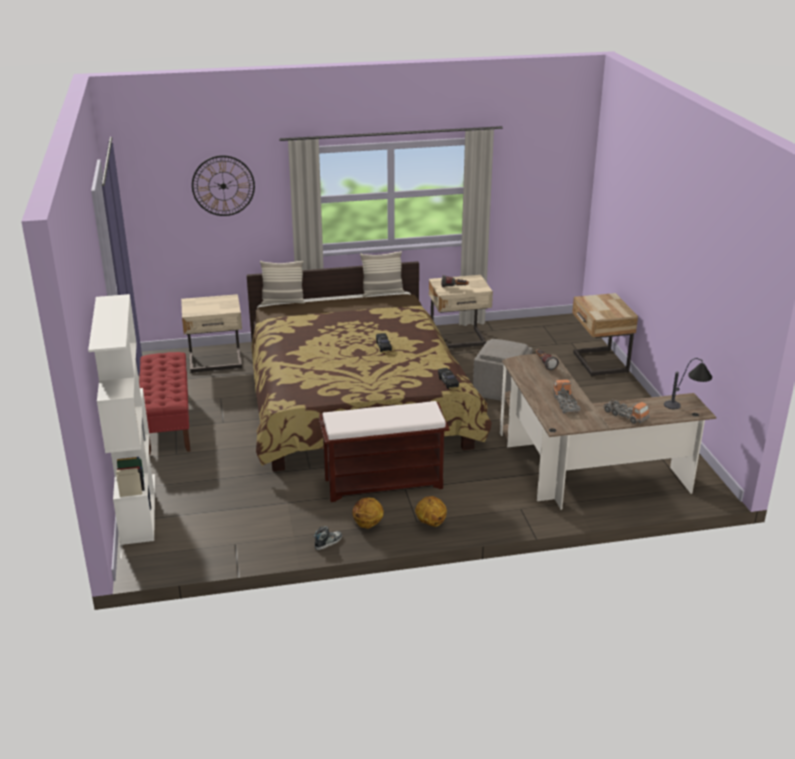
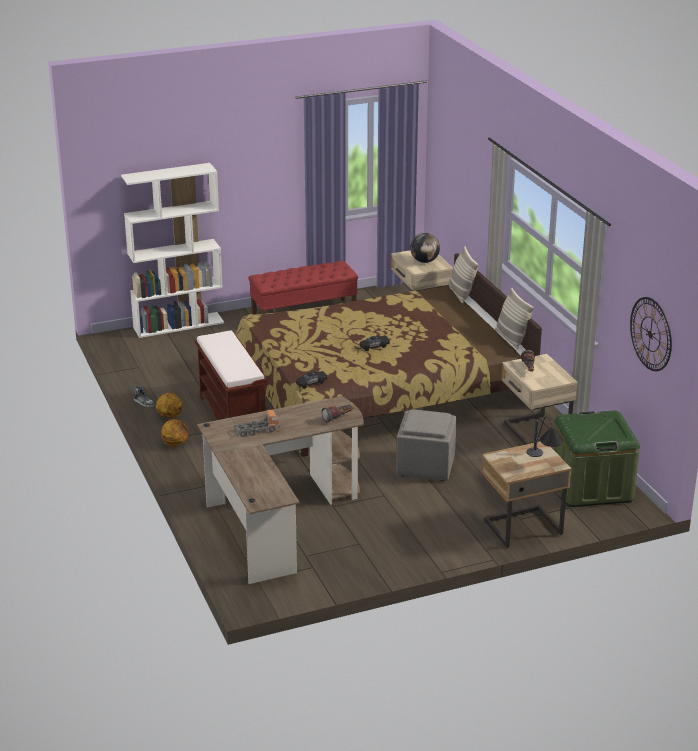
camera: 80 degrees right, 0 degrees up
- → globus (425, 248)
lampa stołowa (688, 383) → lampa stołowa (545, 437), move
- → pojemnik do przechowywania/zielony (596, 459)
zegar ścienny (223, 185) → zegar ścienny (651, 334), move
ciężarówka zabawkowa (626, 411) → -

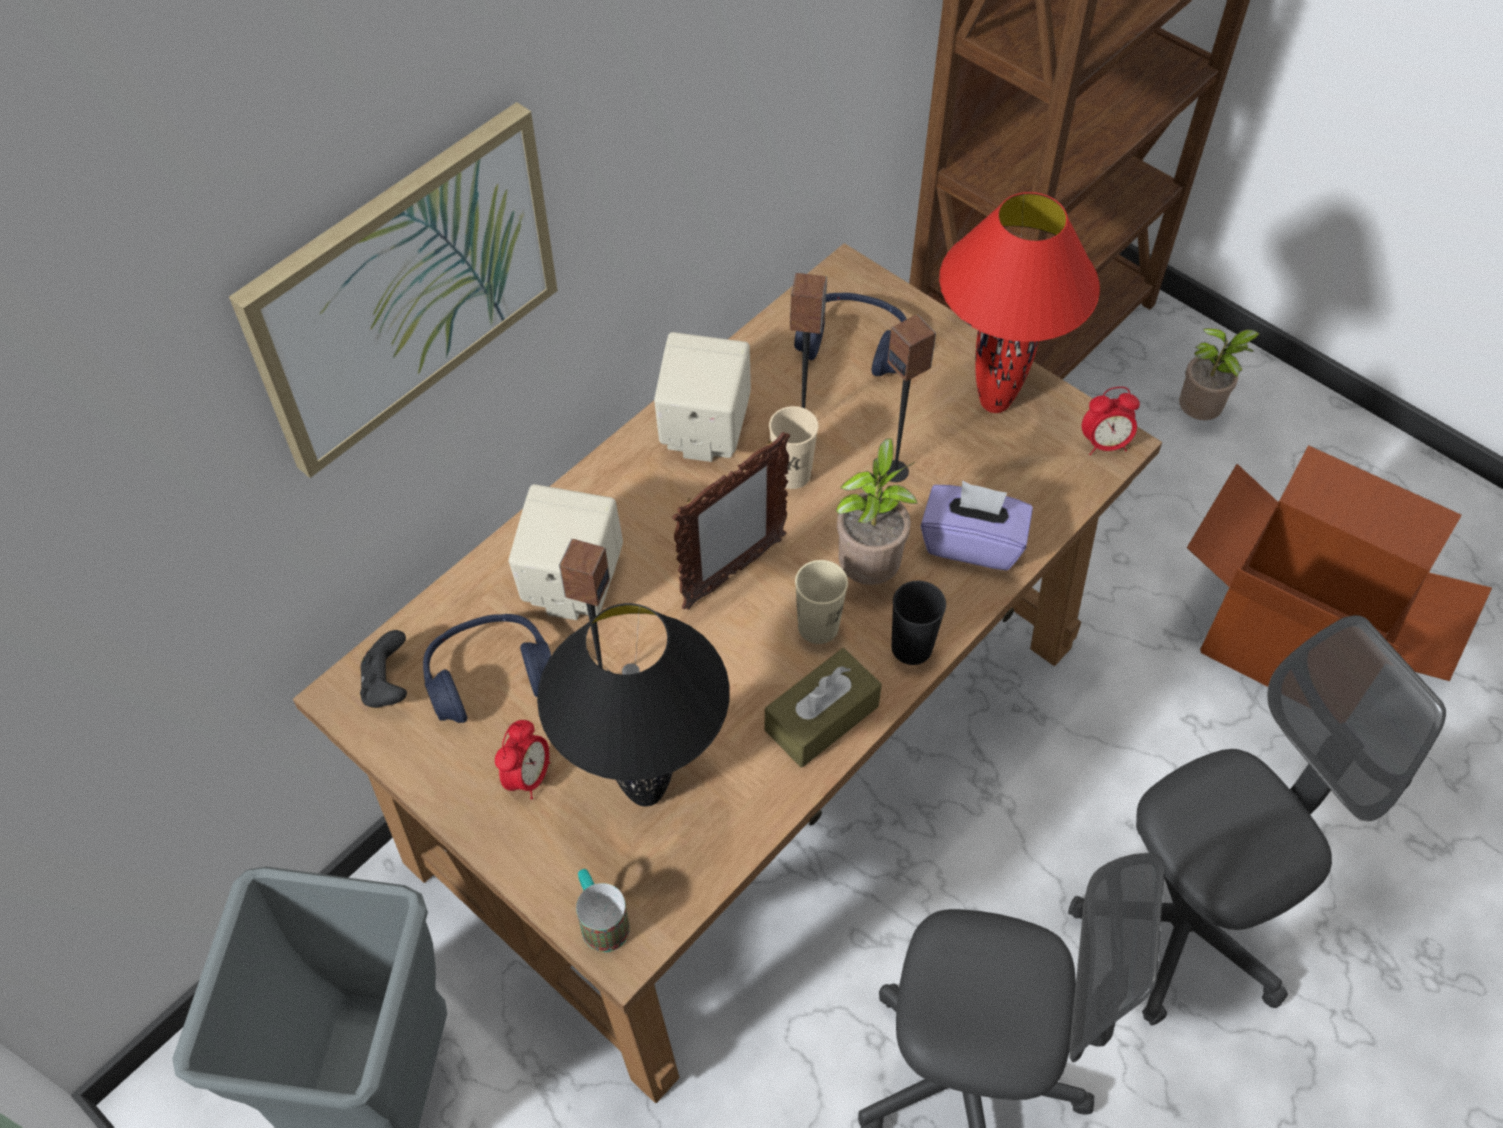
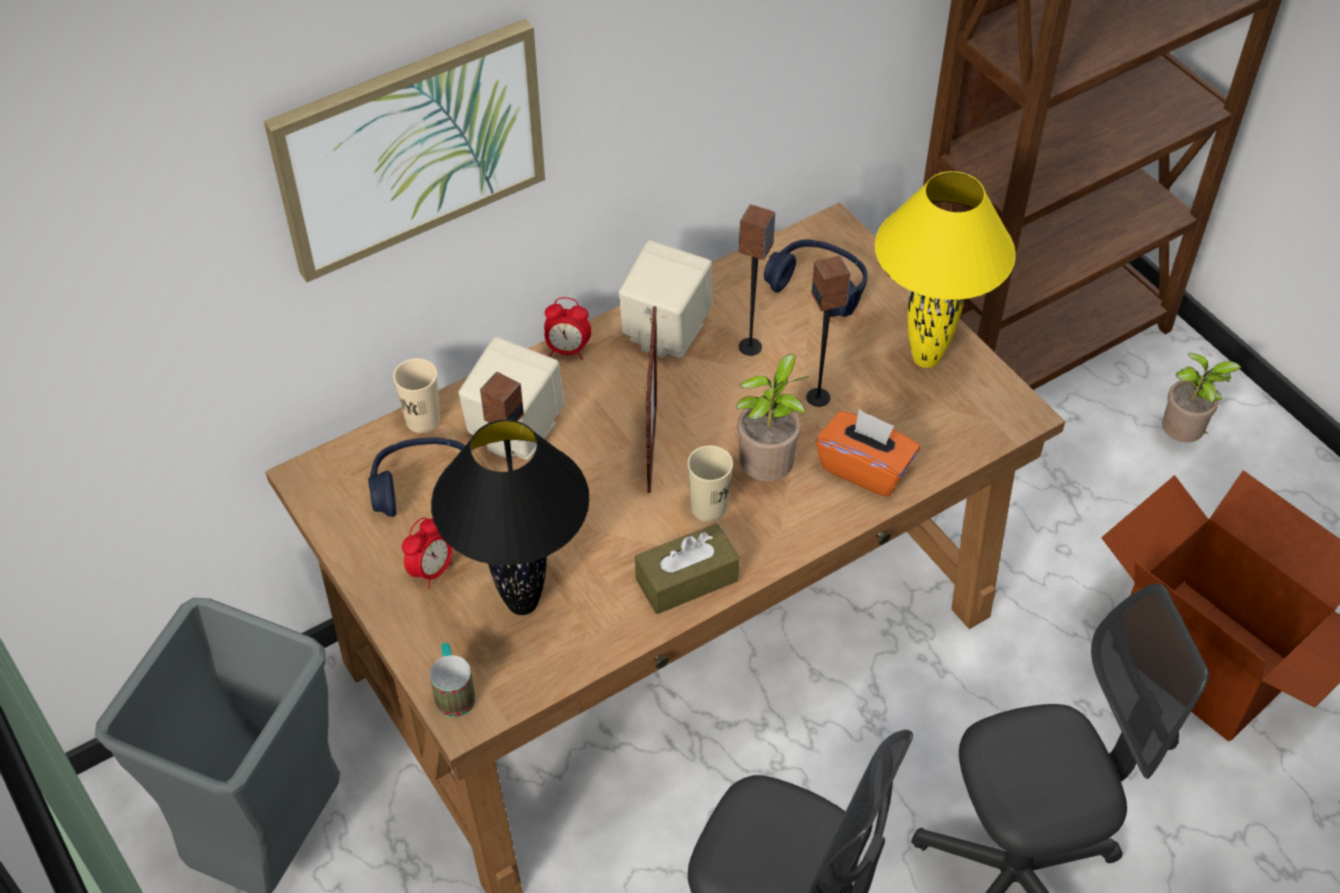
camera: 15 degrees right, 5 degrees down
filiżanka/beżowy (793, 447) → filiżanka/beżowy (416, 395), move
budzik (1111, 421) → budzik (567, 328), move
ramka na zdjęcie (731, 520) → ramka na zdjęcie (651, 399), 60 degrees counterclockwise
pudełko chusteczek/fioletowy (977, 525) → pudełko chusteczek/pomarańczowy (868, 453)
lampa stołowa/czerwony (1019, 302) → lampa stołowa/żółty (945, 269)
pad do gier/czarny (383, 669) → -
filiżanka/czarny (918, 623) → -

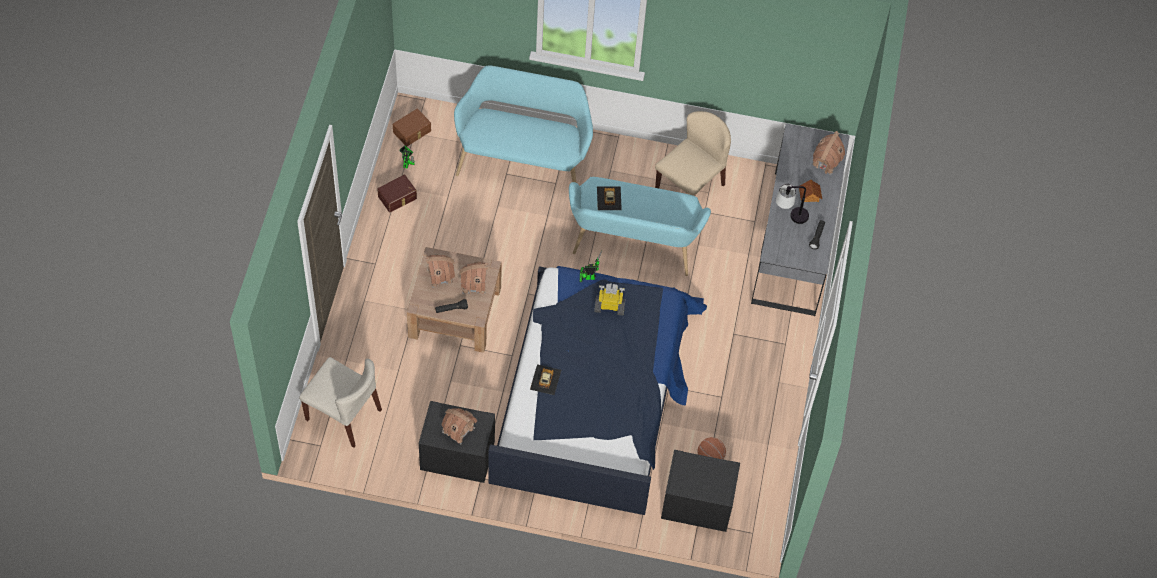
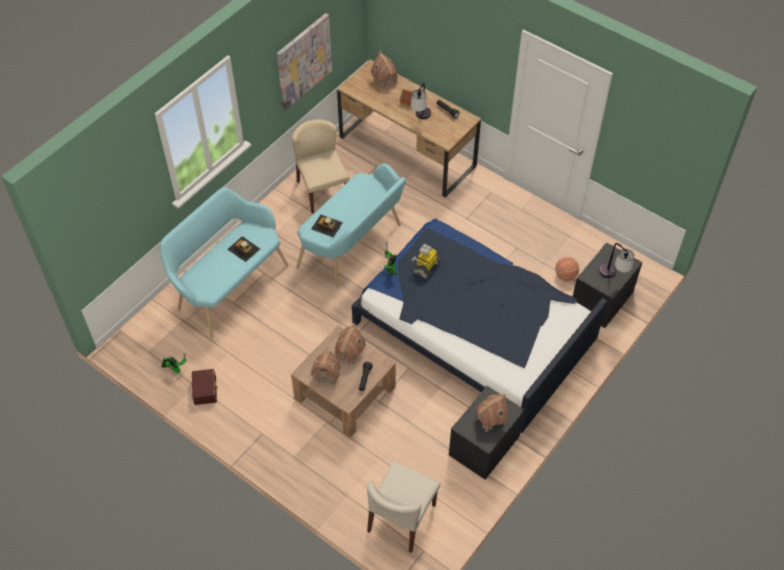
camera: 60 degrees left, 5 degrees down
samochodzik (545, 379) → samochodzik (244, 249), move
- → obraz (304, 61)
biurko/szary (800, 220) → biurko/brązowy (409, 128)
krzesło/beżowy (340, 402) → krzesło/beżowy (403, 507), 150 degrees clockwise
- → lampa stołowa (616, 260)
pojemnik do przechowywania/brązowy (412, 127) → -

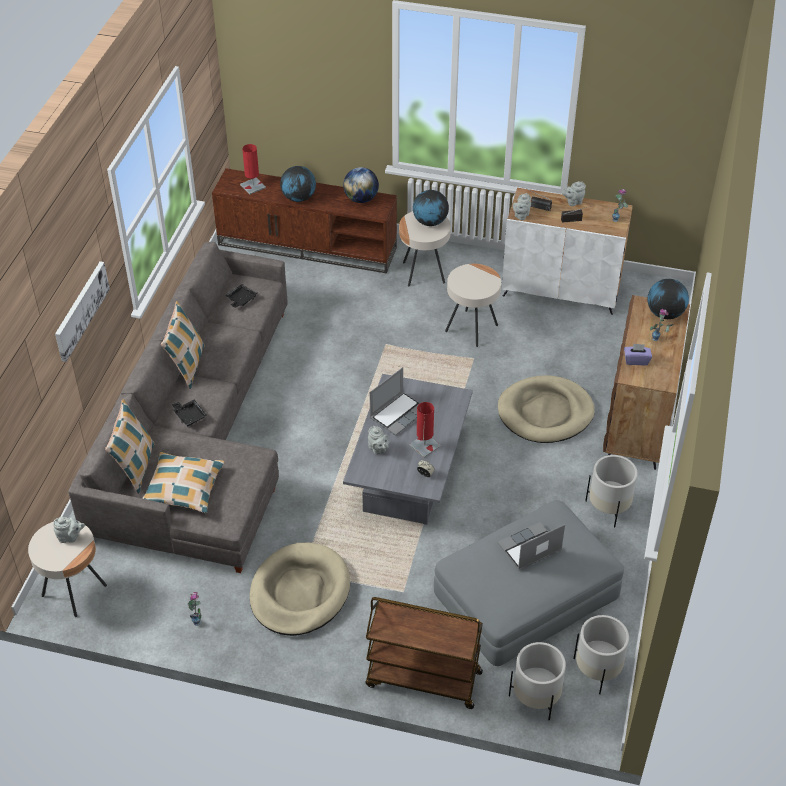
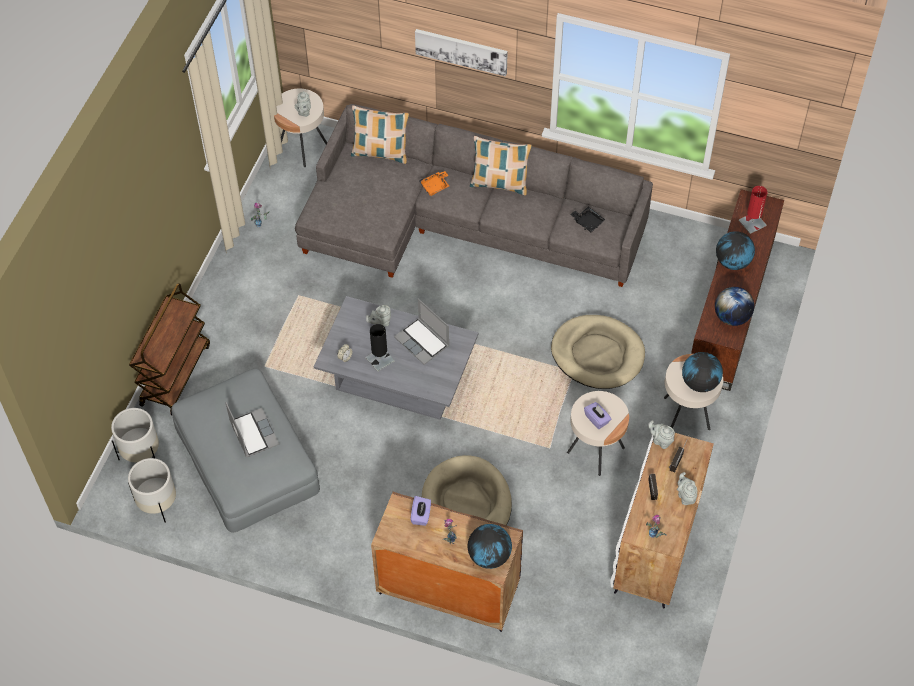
camera: 95 degrees right, 10 degrees up
lampa stołowa/czerwony (424, 430) → lampa stołowa/czarny (380, 348)
taca/czarny (189, 413) → taca/pomarańczowy (434, 183)
legowisko/beżowy (300, 589) → legowisko/beżowy (598, 352), move
- → pudełko chusteczek/fioletowy (597, 415)
poduszka (183, 482) → -
donica/biały (611, 491) → -

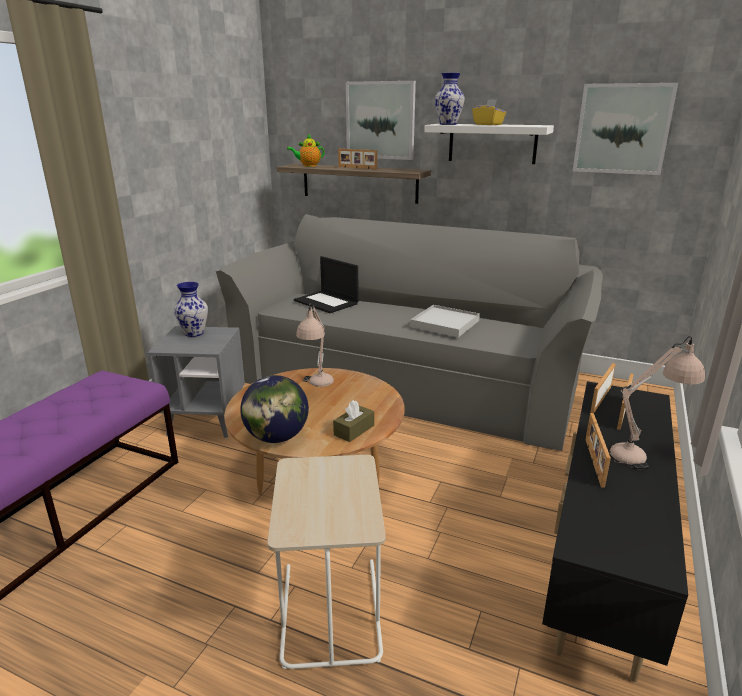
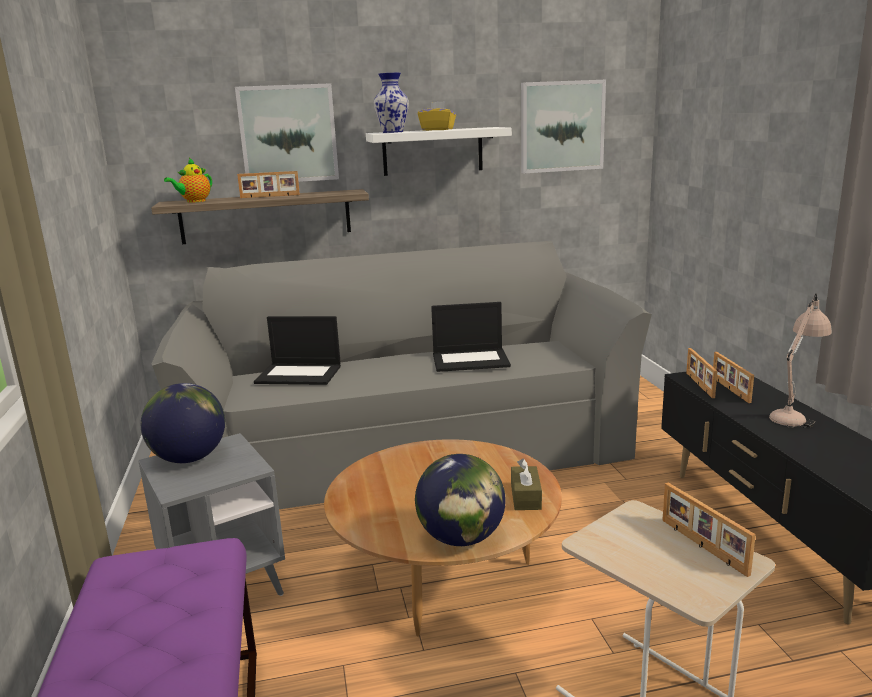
camera: 35 degrees left, 5 degrees down
wazon (191, 309) → globus (183, 423)
taca/biały (445, 321) → laptop (471, 337)
ramka na zdjęcie (598, 450) → ramka na zdjęcie (709, 529), move
lampa stołowa/beżowy (315, 345) → -

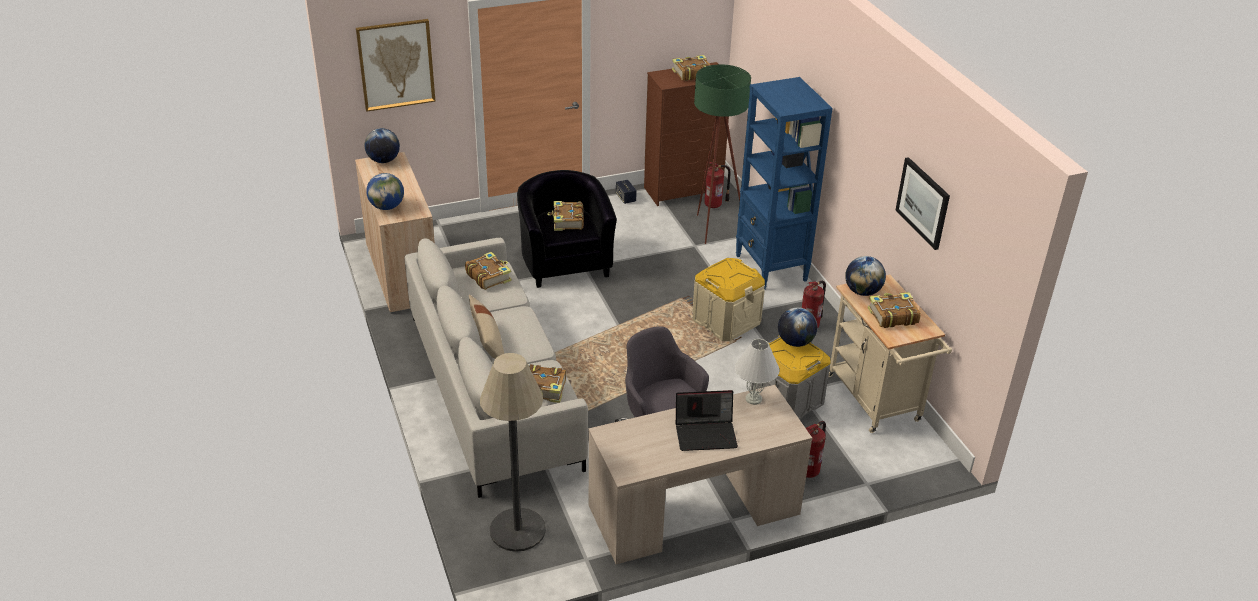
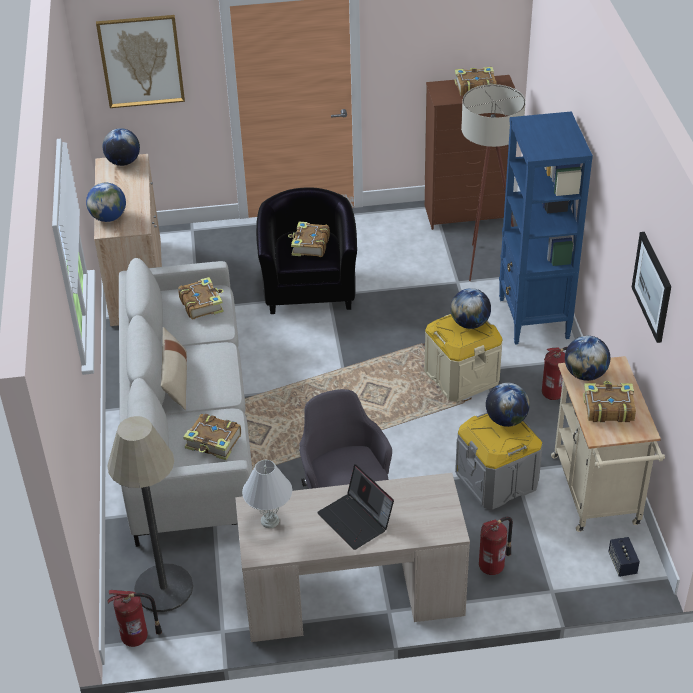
camera: 15 degrees right, 5 degrees up
gaśnica (717, 185) → gaśnica (134, 618), move
lampa stołowa/biały (757, 372) → lampa stołowa/biały (267, 494), move
laptop (707, 420) → laptop (355, 507), 45 degrees clockwise
- → globus (470, 308)
lampa stojąca/zielony (722, 154) → lampa stojąca/beżowy (493, 182)
głośnik (626, 192) → głośnik (624, 557), move

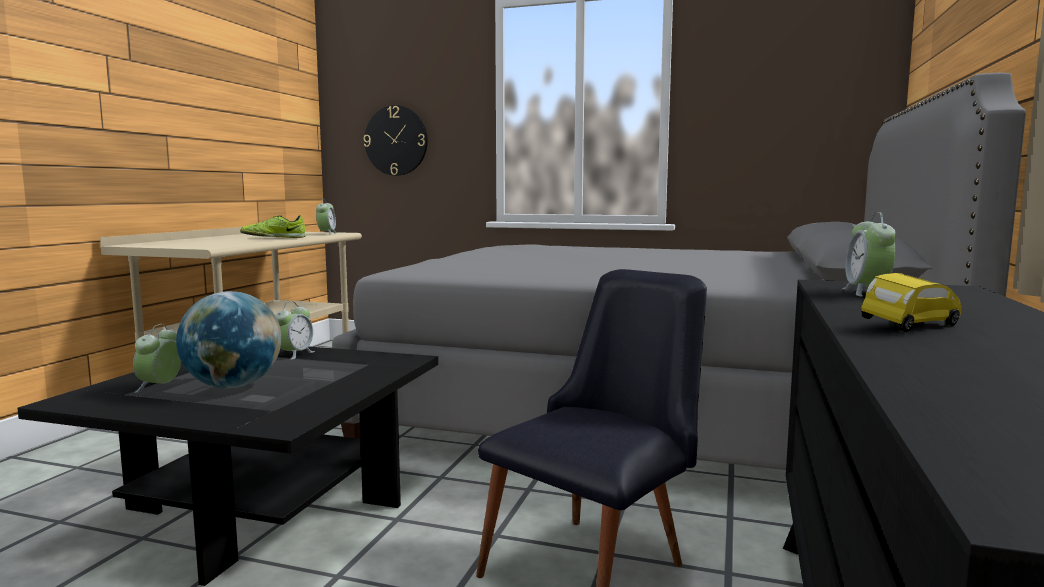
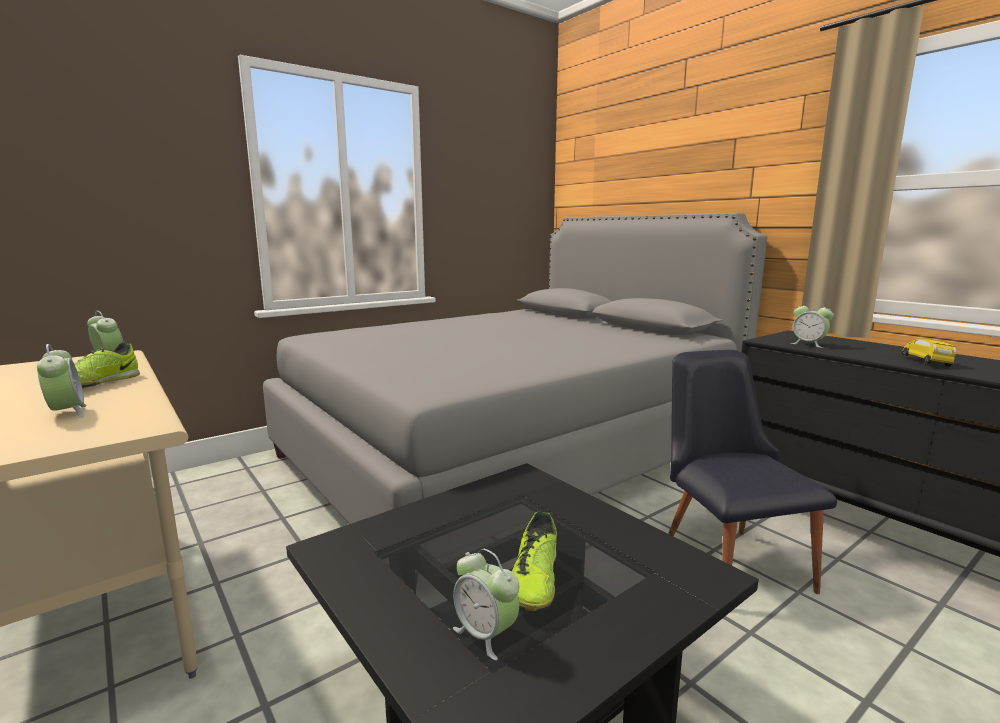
camera: 55 degrees left, 5 degrees up
budzik (295, 331) → budzik (61, 381), move
globus (228, 339) → but (534, 561)
zegar ścienny (396, 140) → -

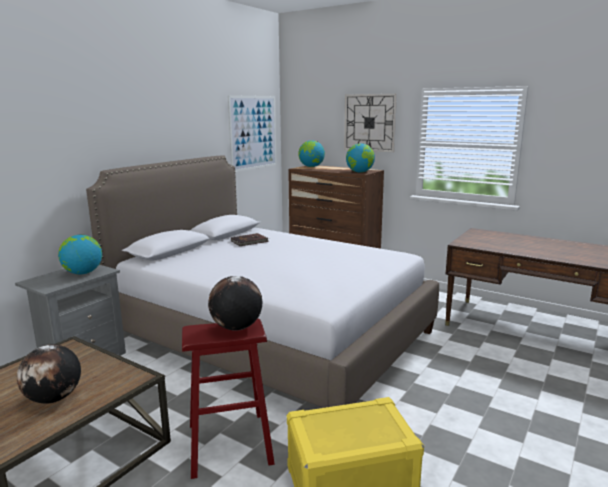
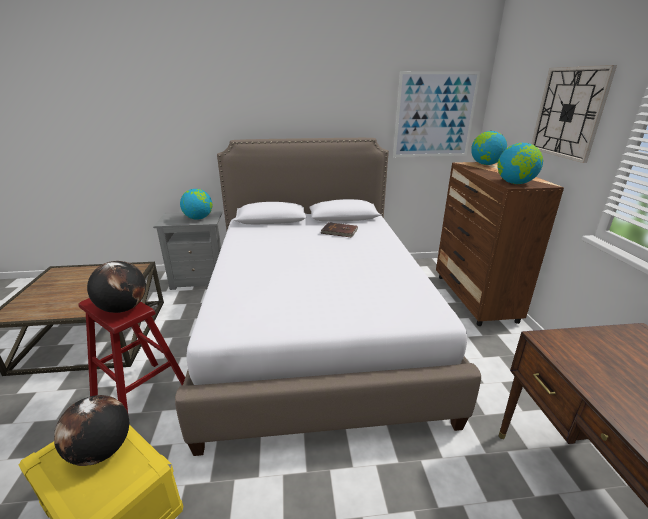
camera: 50 degrees right, 10 degrees up
globus (49, 374) → globus (91, 430), move

